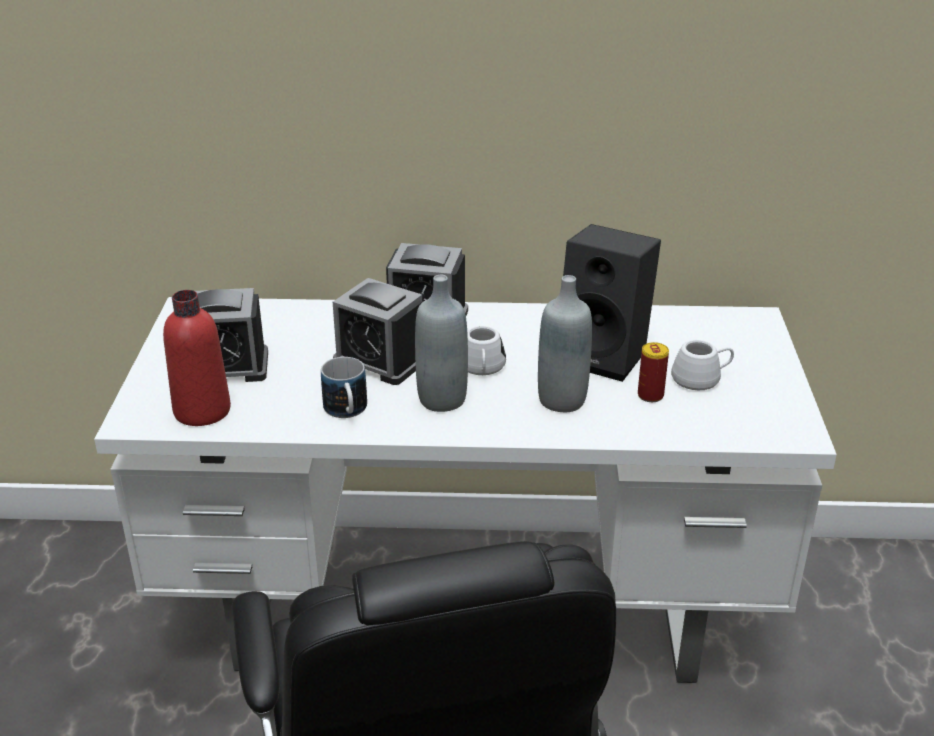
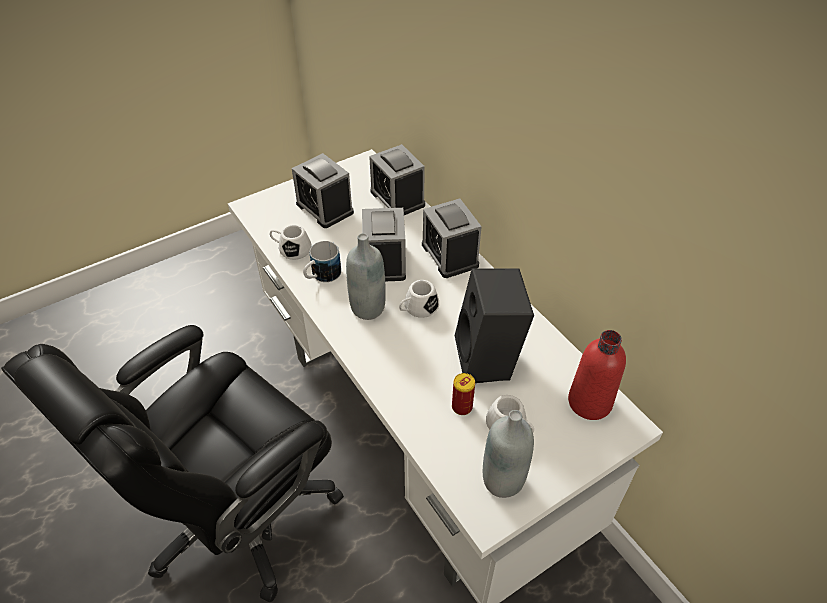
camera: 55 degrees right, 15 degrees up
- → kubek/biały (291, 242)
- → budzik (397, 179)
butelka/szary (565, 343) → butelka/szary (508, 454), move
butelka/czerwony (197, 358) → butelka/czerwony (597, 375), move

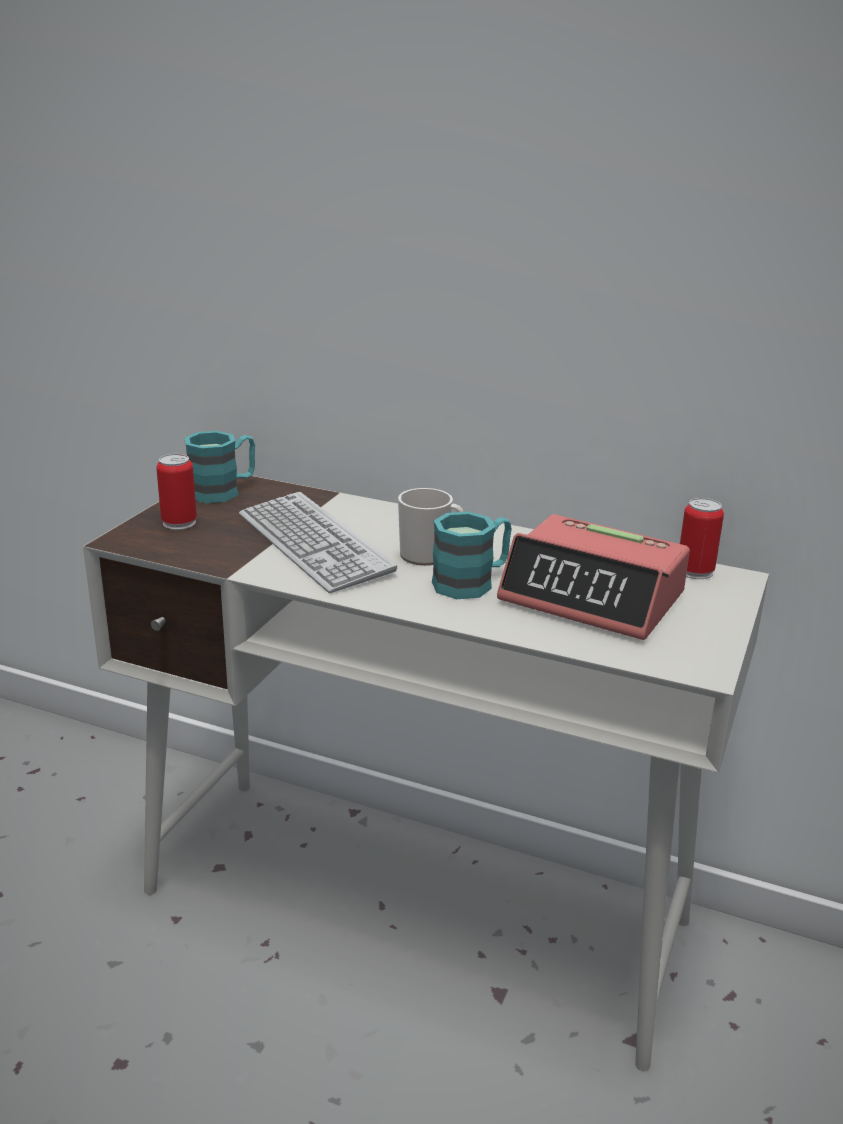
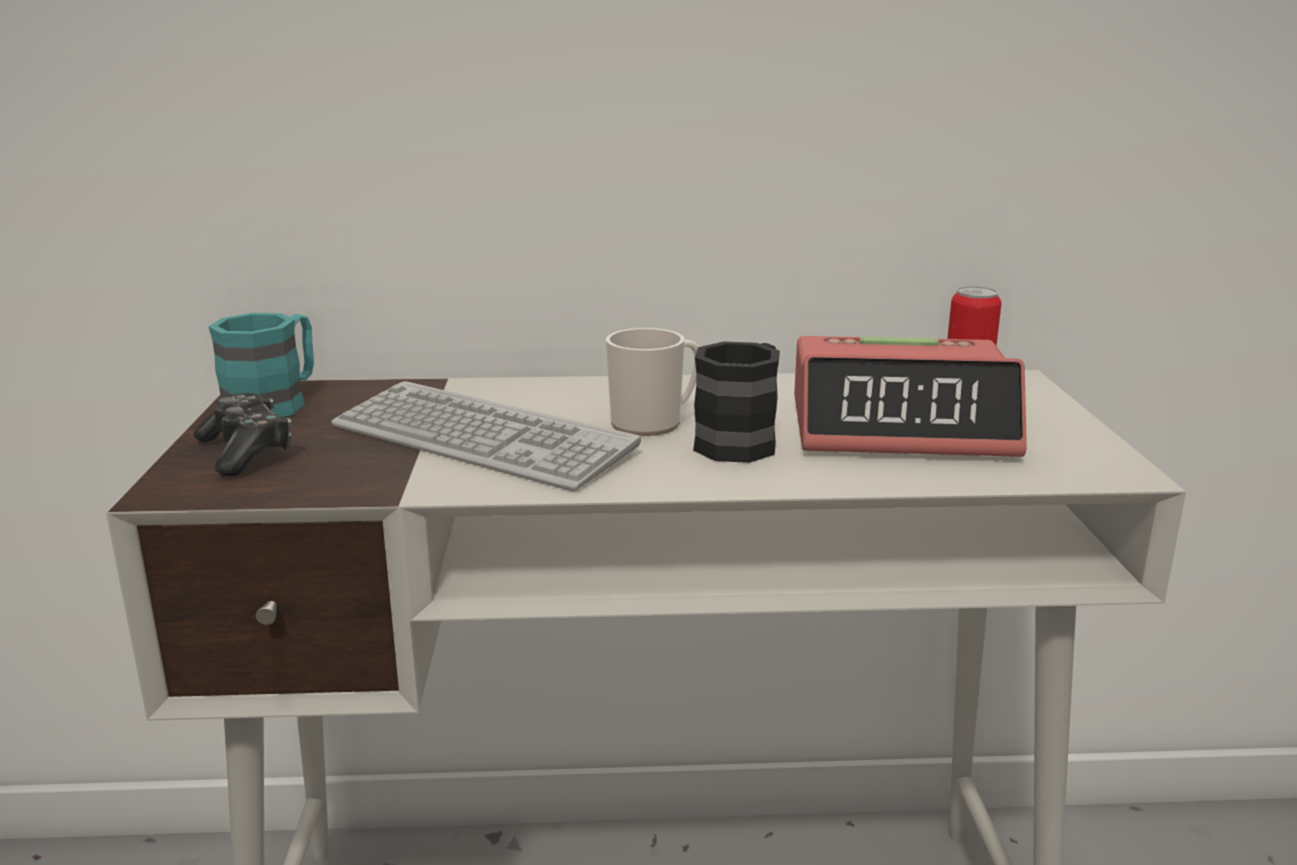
camera: 25 degrees left, 5 degrees down
puszka (176, 492) → pad do gier (243, 434)
kubek/turkusowy (472, 555) → kubek/czarny (736, 402)

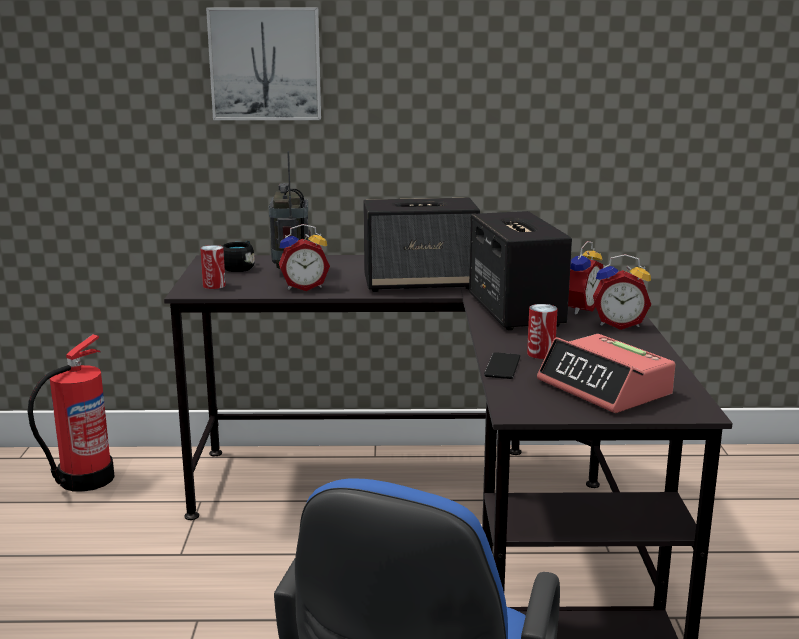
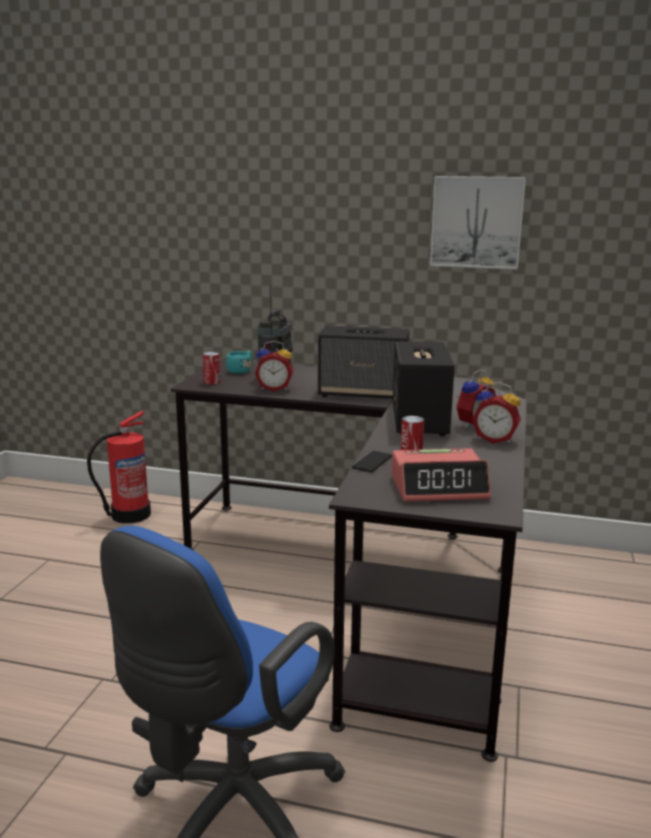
camera: 15 degrees right, 0 degrees up
kubek/czarny (239, 256) → kubek/turkusowy (239, 362)
budzik (606, 373) → budzik (441, 475), 75 degrees counterclockwise
obraz (263, 63) → obraz (478, 222), move

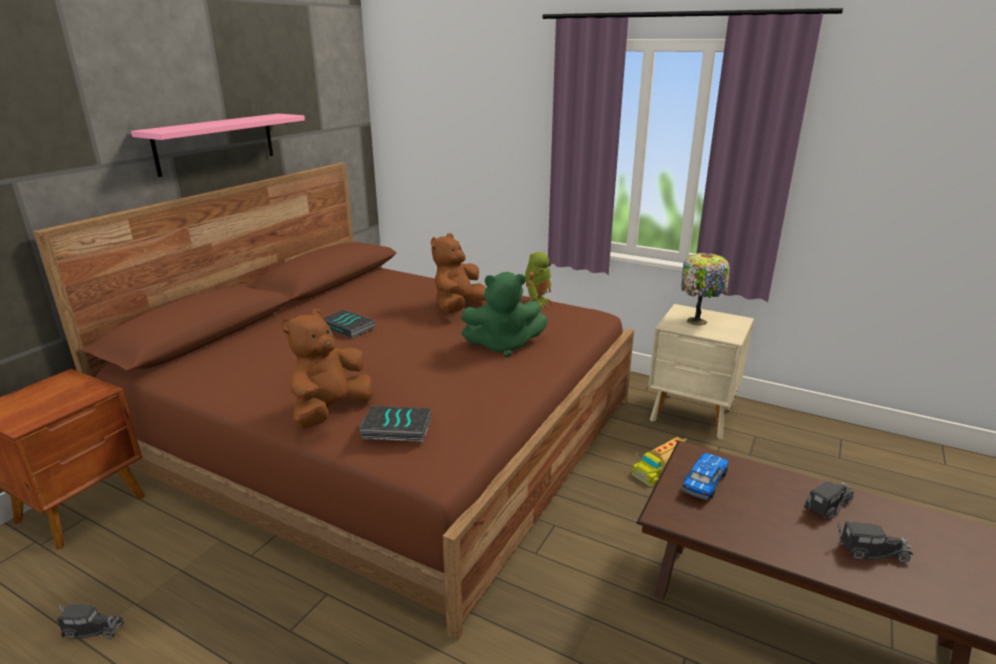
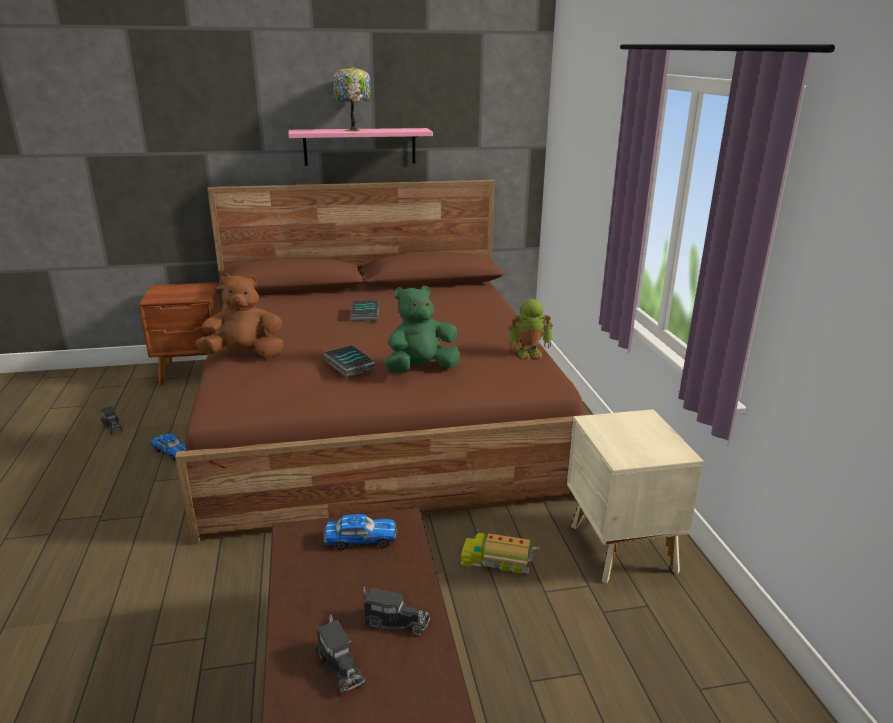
camera: 50 degrees right, 0 degrees up
- → samochodzik (168, 447)
książka (395, 424) → książka (349, 361), move
lampa stołowa (706, 289) → lampa stołowa (352, 98), move
pluszak/zielony (504, 314) → pluszak/zielony (422, 329), 105 degrees clockwise
pluszak/brązowy (458, 273) → -

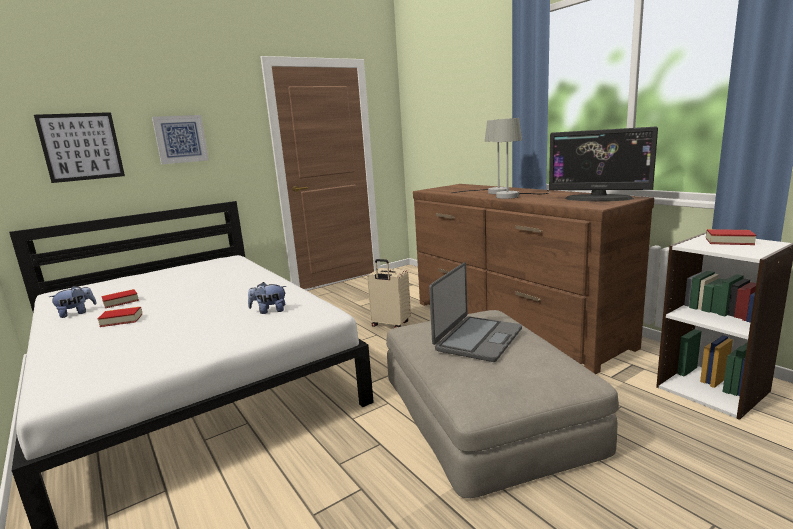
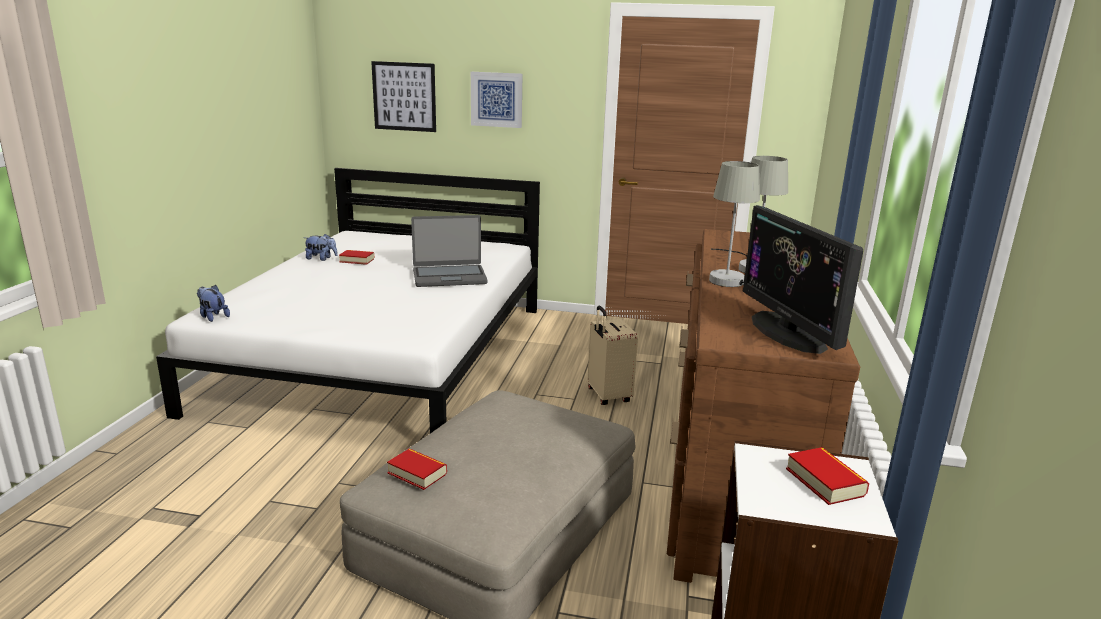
camera: 45 degrees right, 5 degrees up
pluszak (267, 298) → pluszak (213, 303), move
książka (120, 317) → książka (417, 469), move
laptop (475, 312) → laptop (449, 251), move

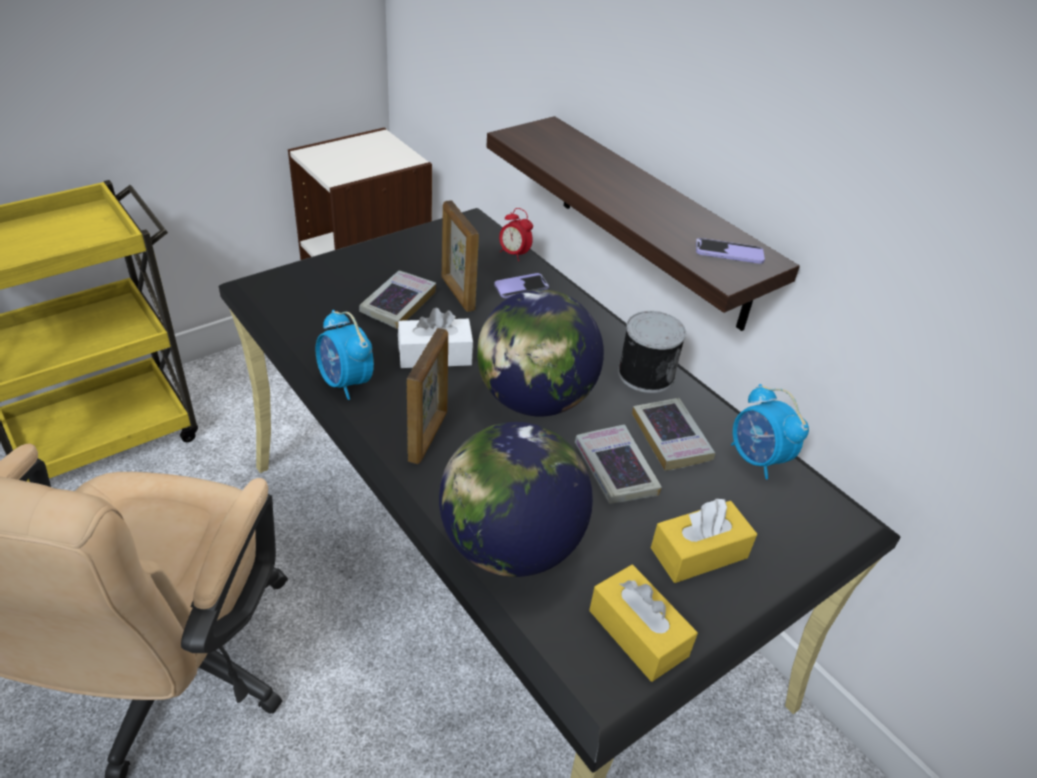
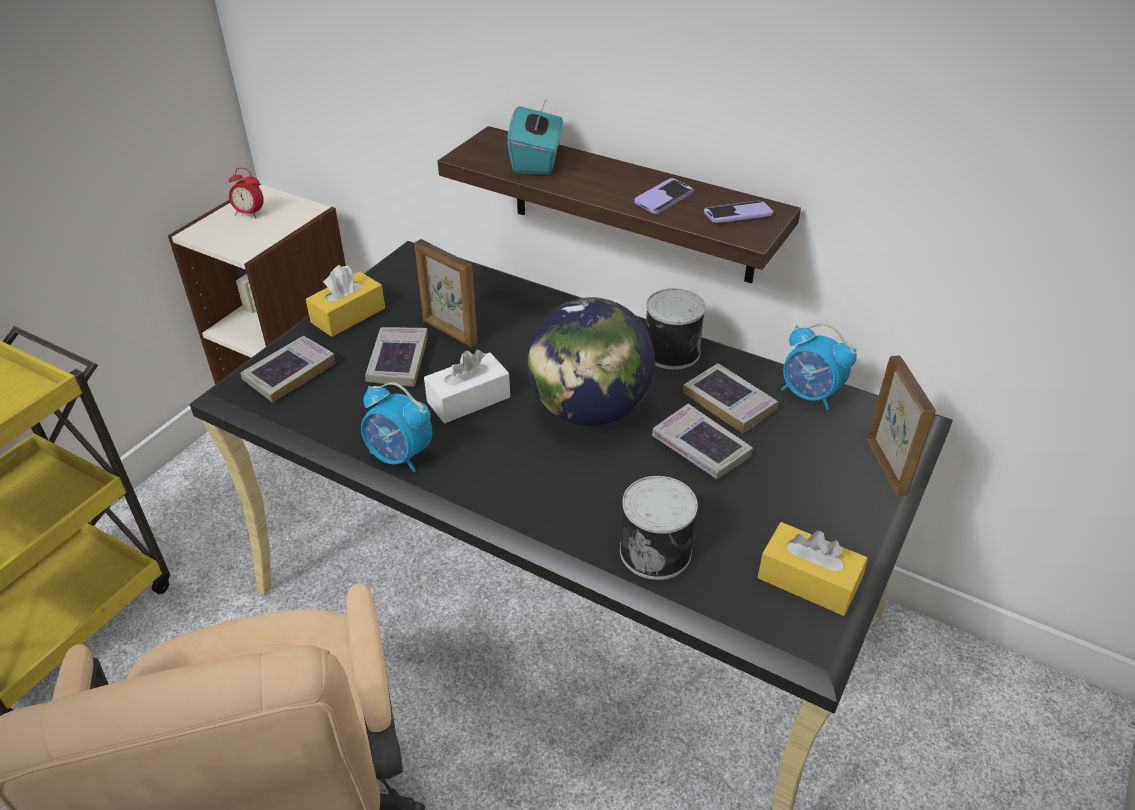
camera: 20 degrees left, 0 degrees up
budzik (516, 234) → budzik (246, 193), move
- → książka (287, 369)
pudełko chusteczek/żółty (704, 541) → pudełko chusteczek/żółty (345, 301), move
- → pudełko chusteczek/turkusowy (535, 137)
globus (516, 499) → puszka (659, 528)
telefon (521, 285) → telefon (663, 196), move
ramka na zdjęcie (427, 396) → ramka na zdjęcie (901, 425), move

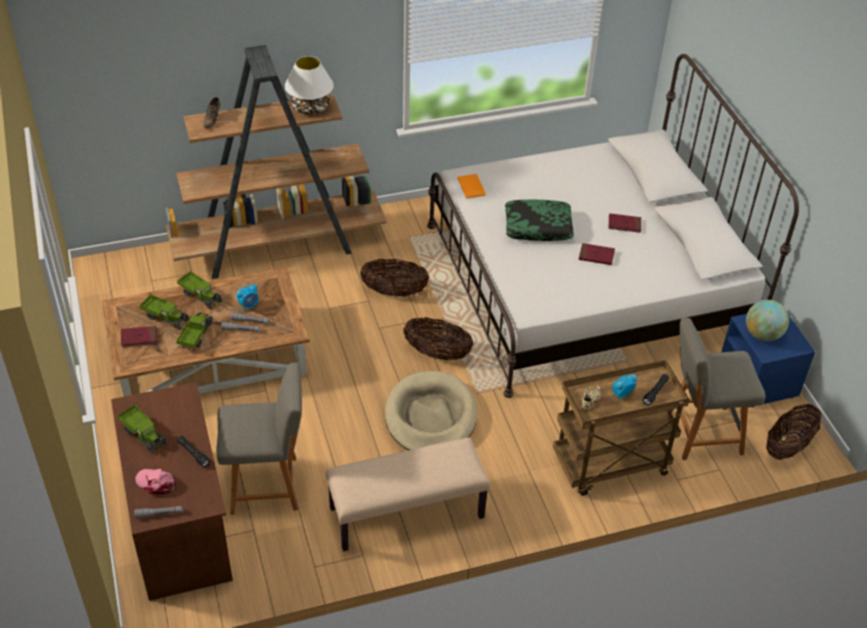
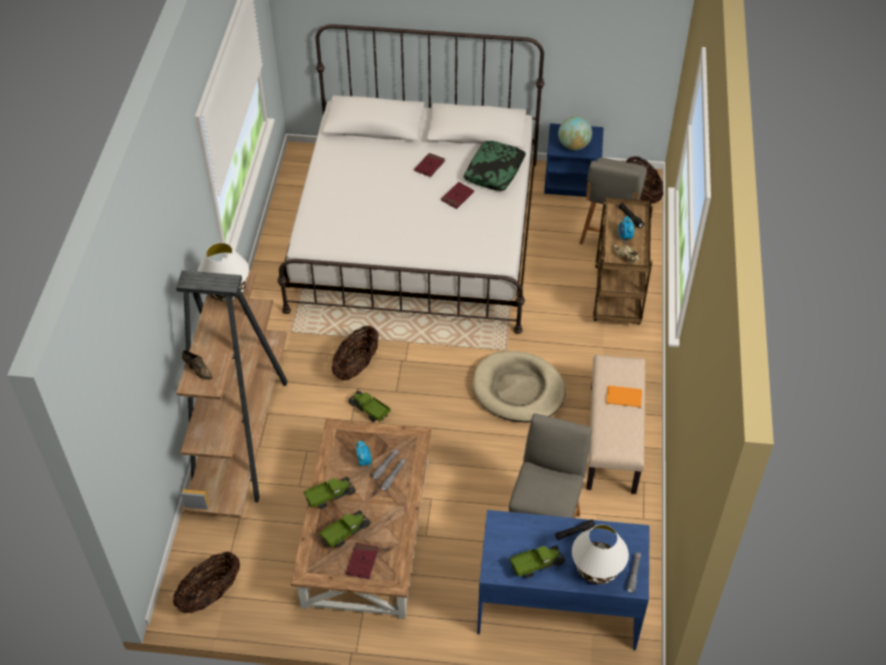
camera: 65 degrees left, 5 degrees up
koszyk (438, 338) → koszyk (206, 582), move
ciężarówka zabawkowa (194, 331) → ciężarówka zabawkowa (369, 406), move
poduszka (539, 220) → poduszka (494, 166), move
biurko/brązowy (172, 491) → biurko/niebieski (563, 580)
czapka z daszkiem/różowy (156, 481) → lampa stołowa/biały (600, 554)
książka/pomarańczowy (471, 186) → książka/pomarańczowy (624, 396), move

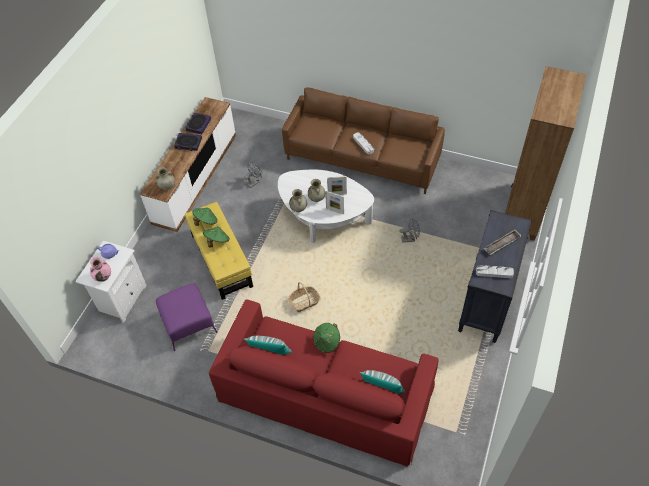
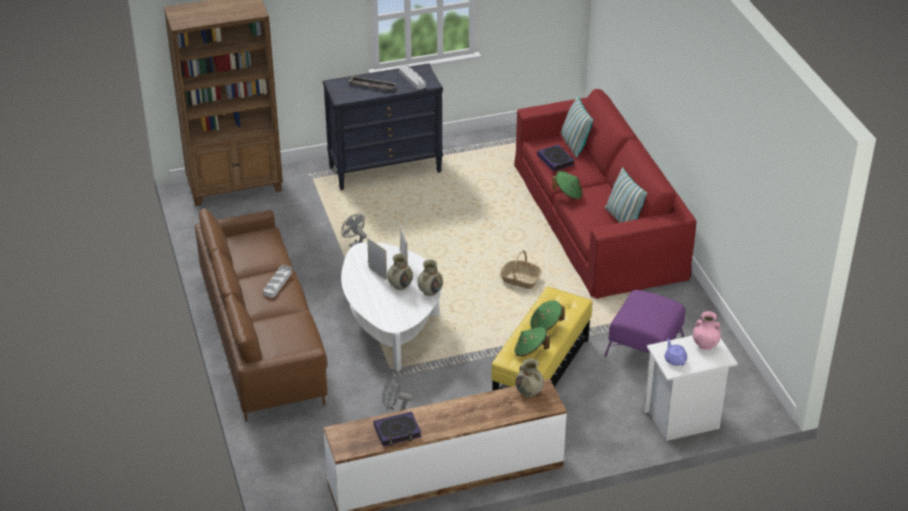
camera: 130 degrees left, 15 degrees down
książka (188, 142) → książka (556, 158), move

